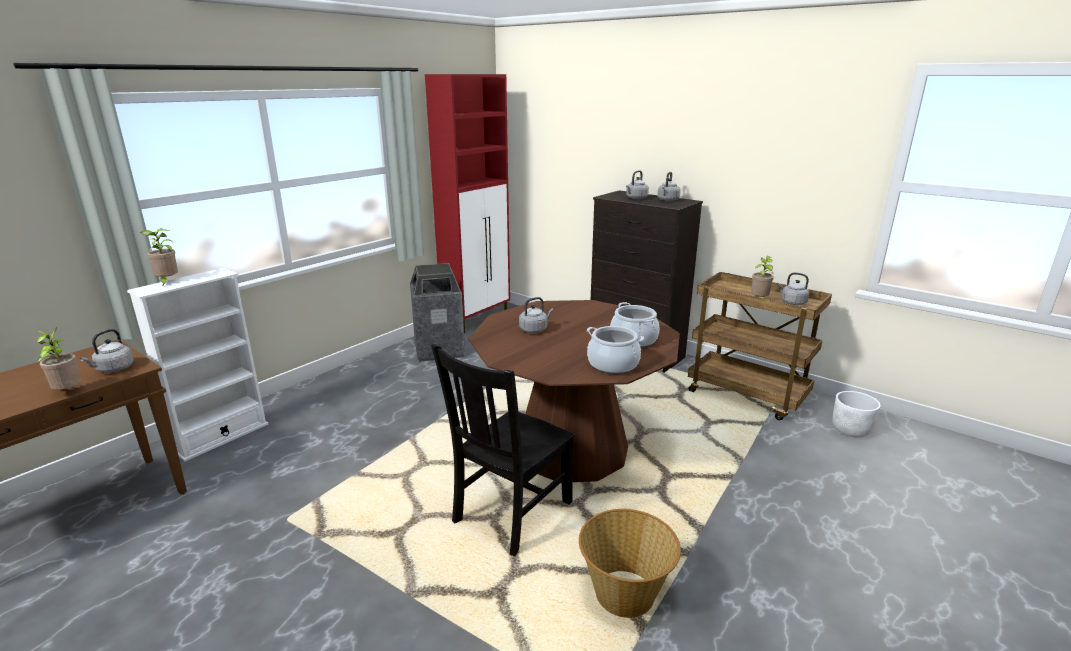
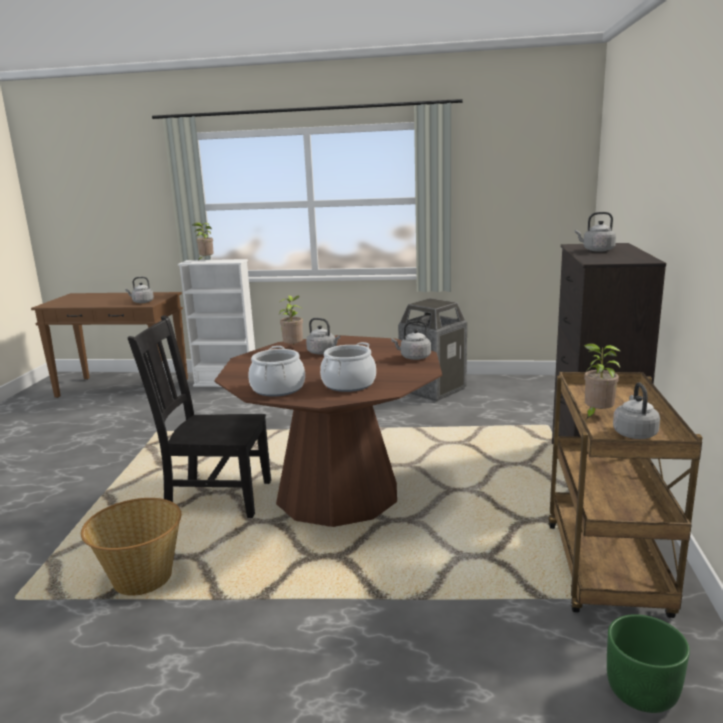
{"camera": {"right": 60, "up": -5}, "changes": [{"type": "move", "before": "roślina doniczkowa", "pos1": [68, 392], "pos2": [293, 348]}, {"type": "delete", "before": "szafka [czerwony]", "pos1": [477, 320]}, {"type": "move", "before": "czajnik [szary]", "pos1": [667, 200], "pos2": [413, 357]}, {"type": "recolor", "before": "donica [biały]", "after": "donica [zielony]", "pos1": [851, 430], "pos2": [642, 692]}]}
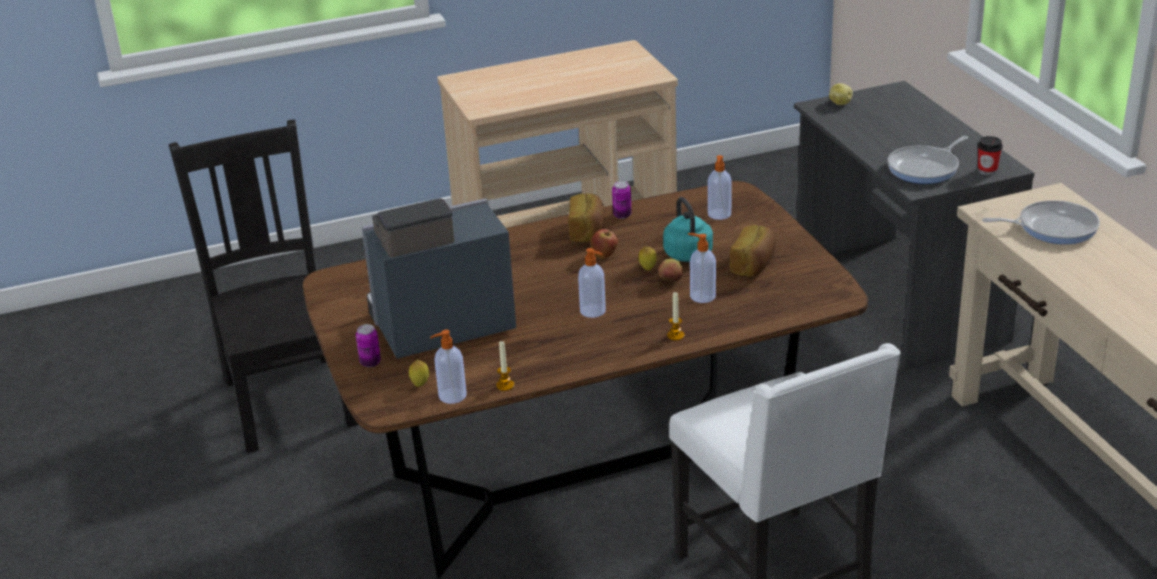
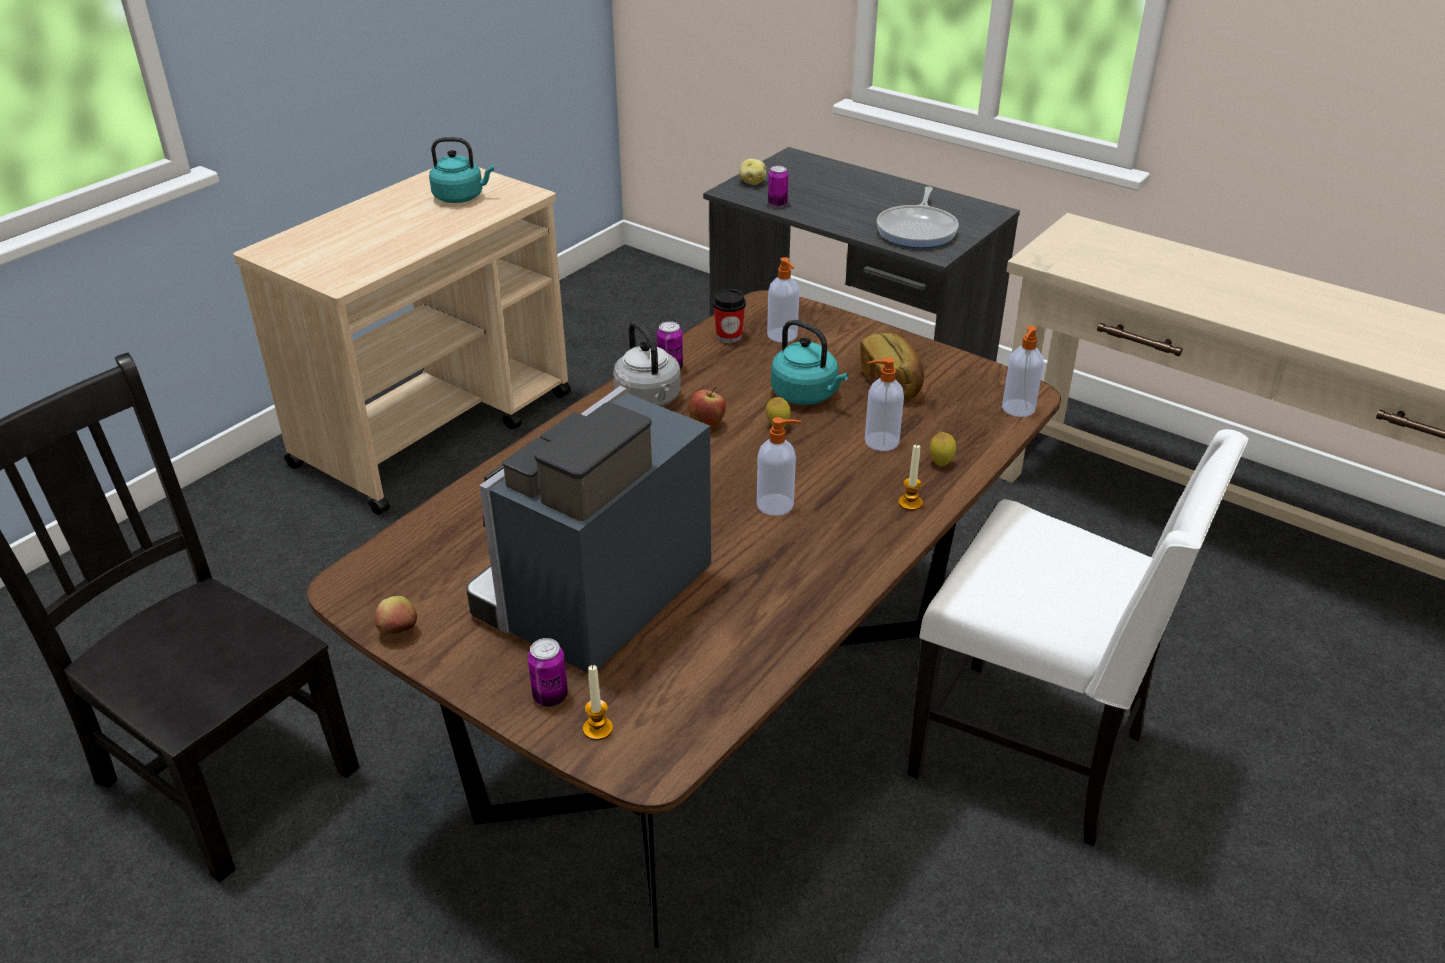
{"camera": {"right": -35, "up": 5}, "changes": [{"type": "move", "before": "cytryna", "pos1": [420, 384], "pos2": [940, 463]}, {"type": "move", "before": "dozownik mydła", "pos1": [451, 396], "pos2": [1018, 409]}, {"type": "move", "before": "świeca", "pos1": [505, 385], "pos2": [598, 729]}, {"type": "replace", "before": "chleb", "after": "czajnik [szary]", "pos1": [587, 231], "pos2": [650, 400]}, {"type": "move", "before": "jabłko", "pos1": [671, 281], "pos2": [398, 632]}, {"type": "move", "before": "filiżanka", "pos1": [987, 171], "pos2": [729, 336]}, {"type": "delete", "before": "patelnia", "pos1": [1052, 227]}, {"type": "insert", "after": "czajnik [turkusowy]", "pos2": [461, 197]}, {"type": "insert", "after": "puszka", "pos2": [777, 204]}]}
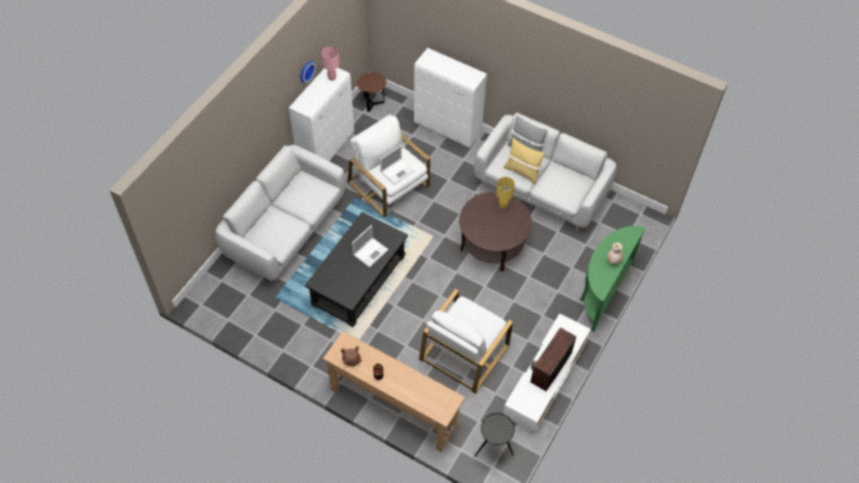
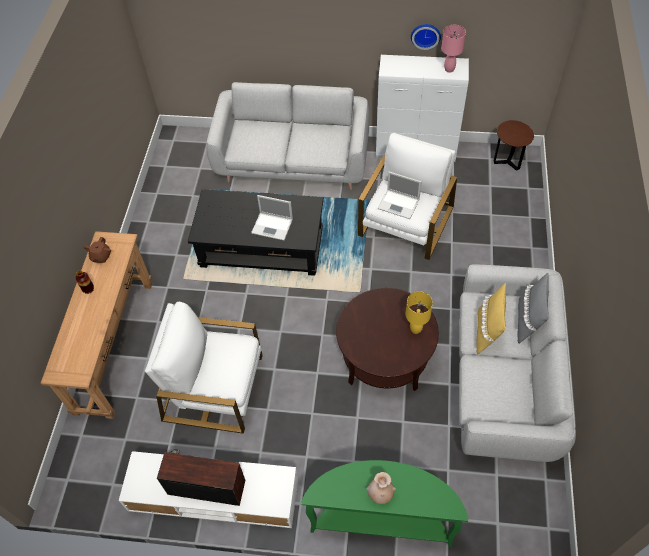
{"camera": {"right": 70, "up": 0}, "changes": [{"type": "delete", "before": "szafka [biały]", "pos1": [448, 129]}, {"type": "delete", "before": "stolik [czarny]", "pos1": [494, 448]}]}
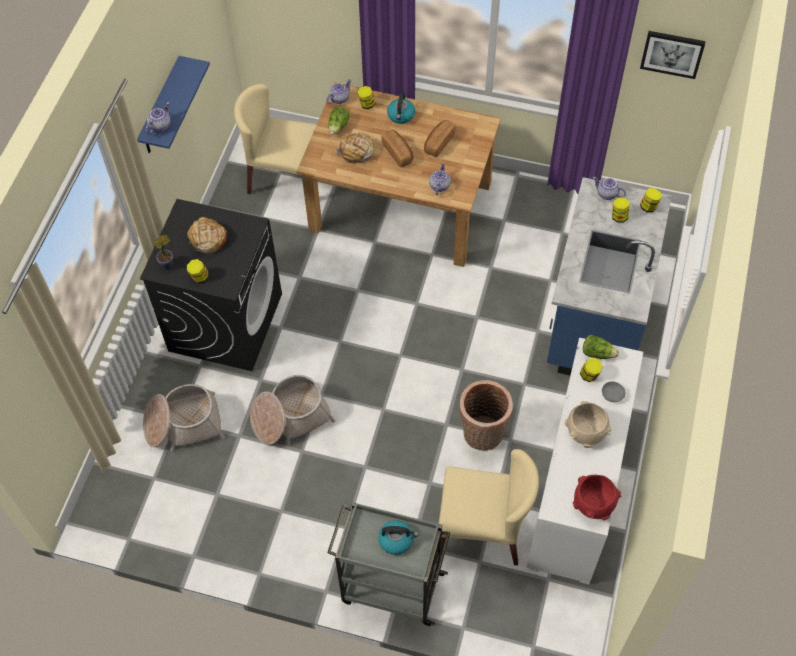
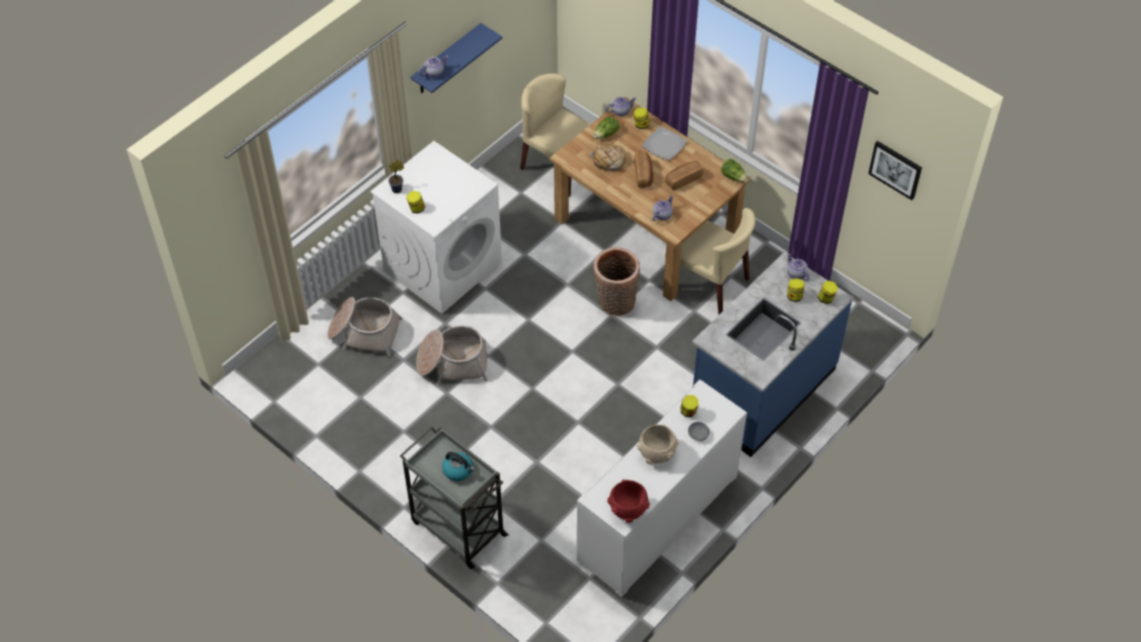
{"camera": {"right": 25, "up": -5}, "changes": [{"type": "recolor", "before": "pralka [czarny]", "after": "pralka [biały]", "pos1": [225, 321], "pos2": [443, 265]}, {"type": "delete", "before": "chleb", "pos1": [207, 239]}, {"type": "replace", "before": "czajnik", "after": "talerz", "pos1": [401, 116], "pos2": [665, 145]}, {"type": "move", "before": "krzesło [beżowy]", "pos1": [482, 529], "pos2": [708, 283]}, {"type": "move", "before": "koszyk", "pos1": [482, 435], "pos2": [615, 303]}, {"type": "move", "before": "sałata", "pos1": [597, 353], "pos2": [733, 177]}]}
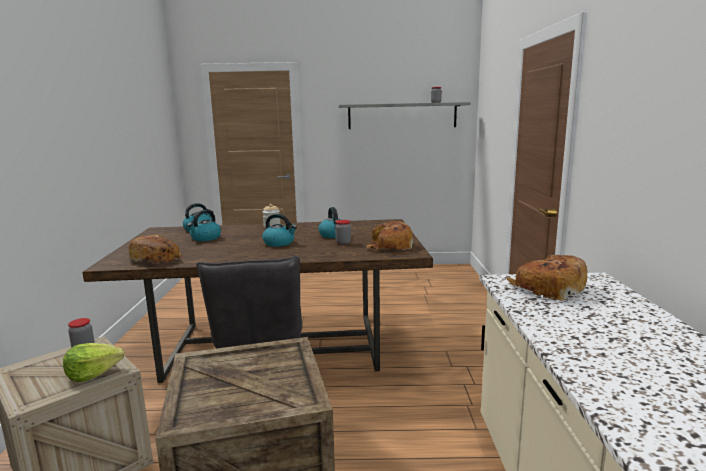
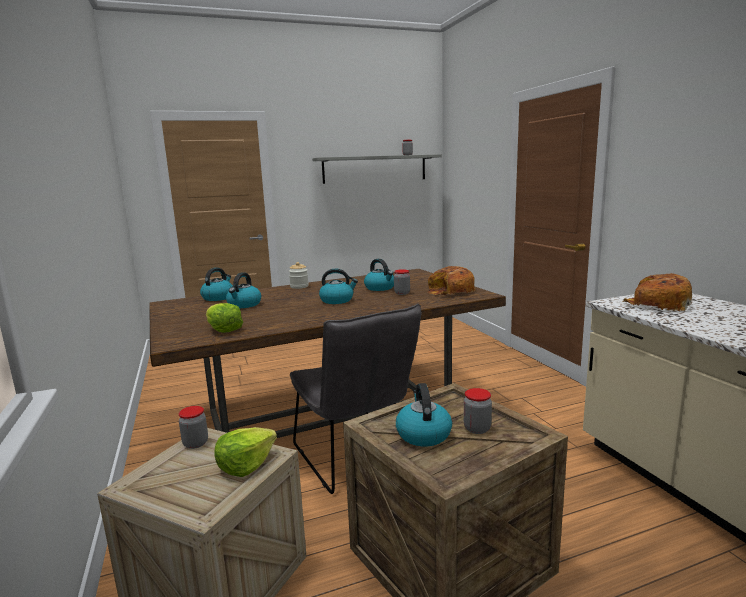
{"camera": {"right": -20, "up": 0}, "changes": [{"type": "replace", "before": "chleb", "after": "sałata", "pos1": [157, 258], "pos2": [223, 330]}, {"type": "insert", "after": "czajnik", "pos2": [423, 434]}, {"type": "insert", "after": "słoik", "pos2": [477, 429]}]}
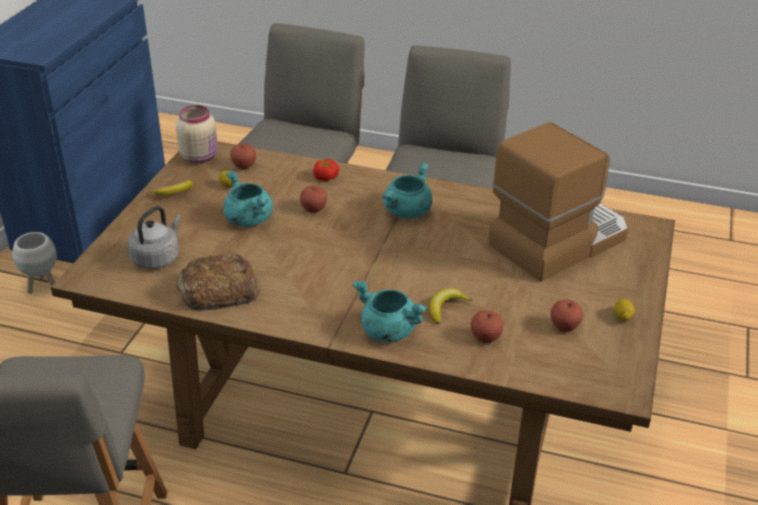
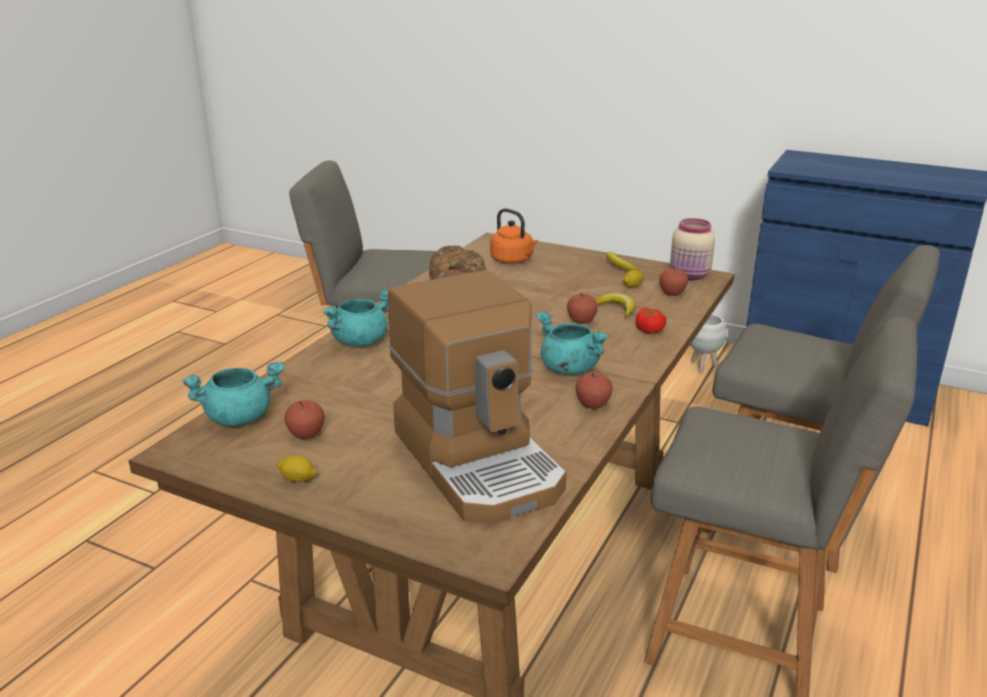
{"camera": {"right": 100, "up": -10}, "changes": [{"type": "recolor", "before": "czajnik [szary]", "after": "czajnik [pomarańczowy]", "pos1": [157, 258], "pos2": [513, 260]}, {"type": "move", "before": "garnek [turkusowy]", "pos1": [247, 219], "pos2": [239, 417]}, {"type": "move", "before": "banan", "pos1": [446, 308], "pos2": [617, 309]}, {"type": "move", "before": "jabłko", "pos1": [485, 338], "pos2": [593, 405]}]}
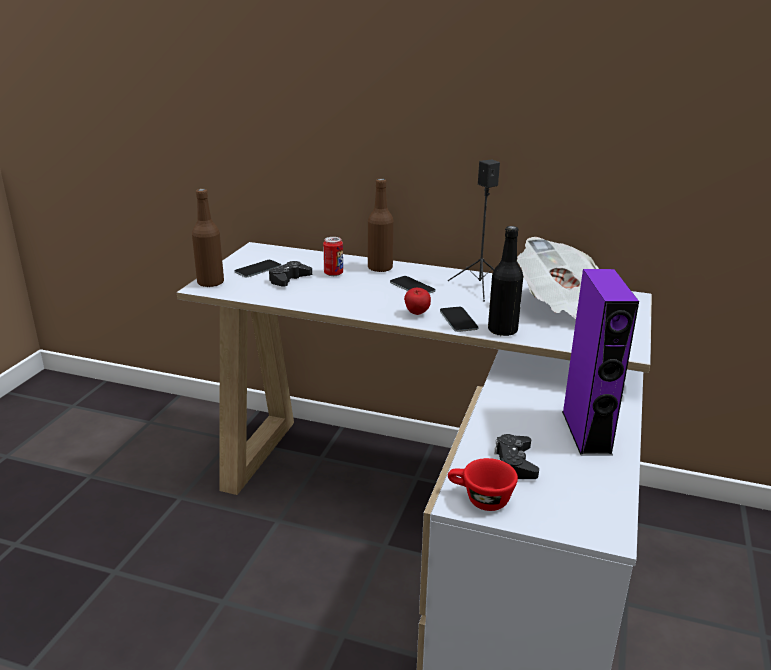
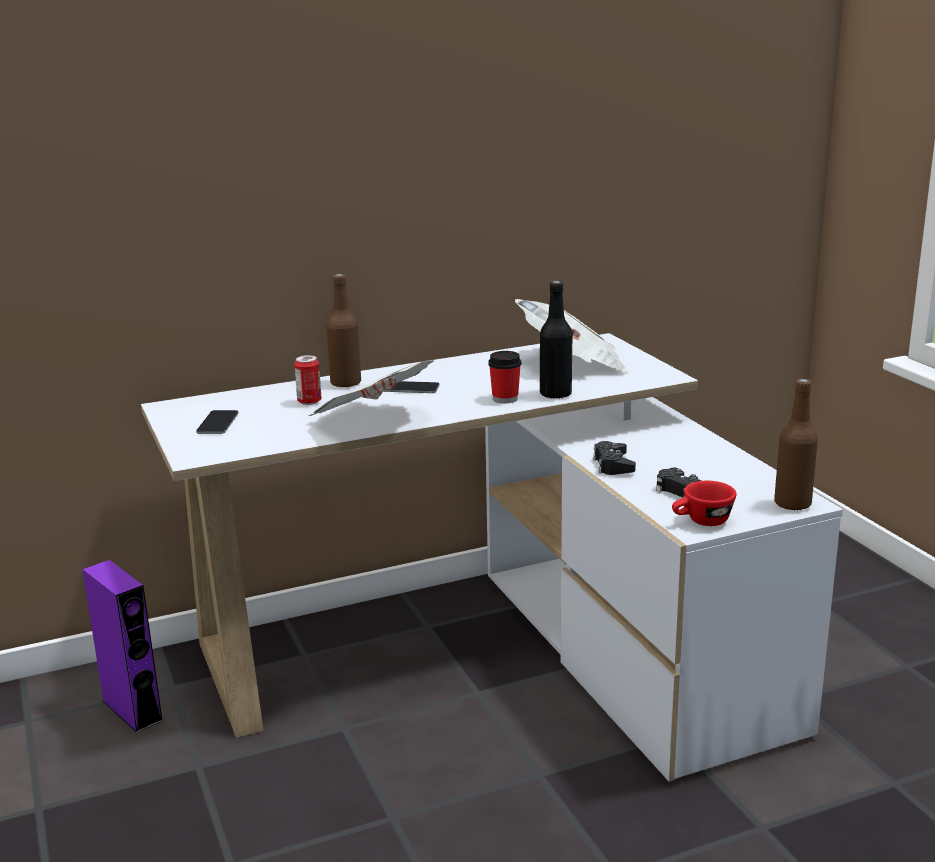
{"camera": {"right": -40, "up": -5}, "changes": [{"type": "move", "before": "butelka [brązowy]", "pos1": [210, 283], "pos2": [792, 504]}, {"type": "move", "before": "pad do gier [czarny]", "pos1": [289, 279], "pos2": [613, 465]}, {"type": "delete", "before": "jabłko", "pos1": [417, 314]}, {"type": "replace", "before": "telefon", "after": "filiżanka", "pos1": [458, 320], "pos2": [505, 399]}, {"type": "delete", "before": "głośnik [czarny]", "pos1": [479, 287]}, {"type": "move", "before": "głośnik [fioletowy]", "pos1": [586, 432], "pos2": [132, 710]}, {"type": "insert", "after": "gazeta", "pos2": [372, 421]}]}
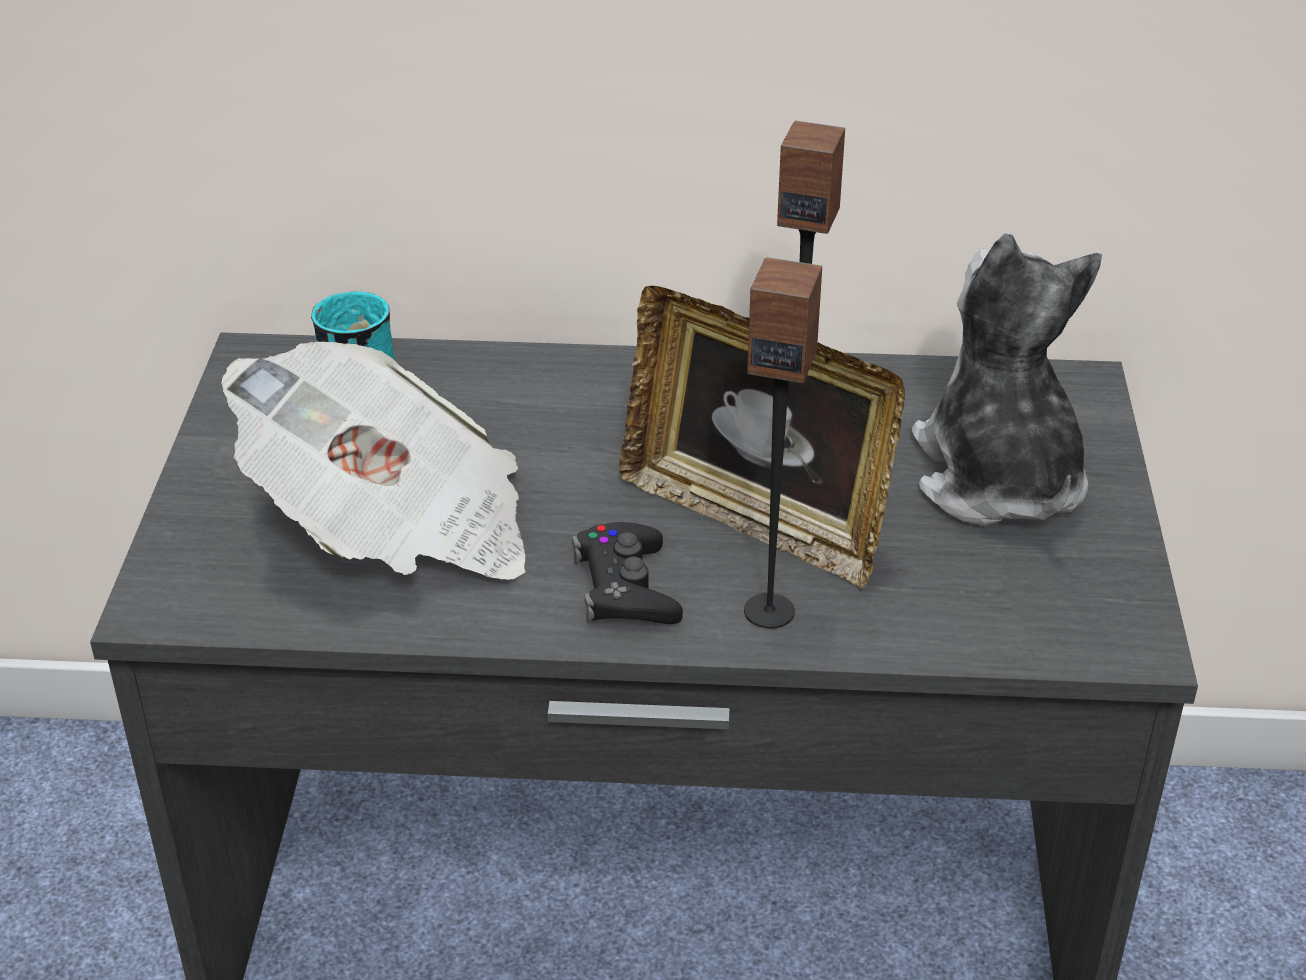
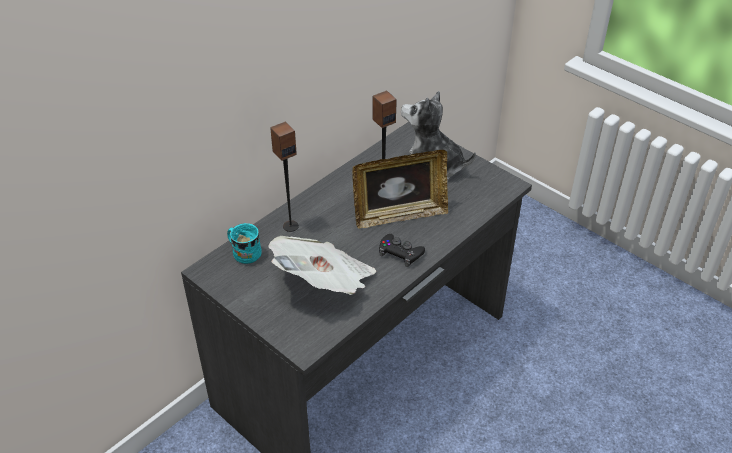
{"camera": {"right": -50, "up": 5}, "changes": [{"type": "move", "before": "głośnik", "pos1": [769, 610], "pos2": [290, 226]}]}
